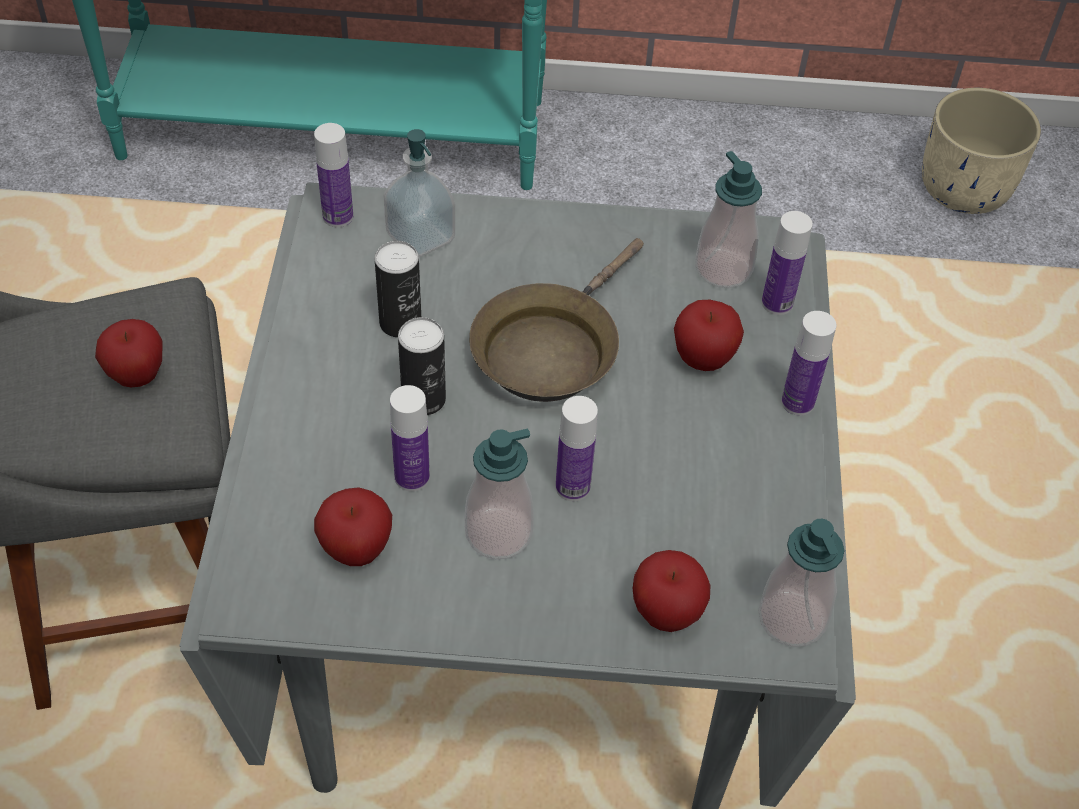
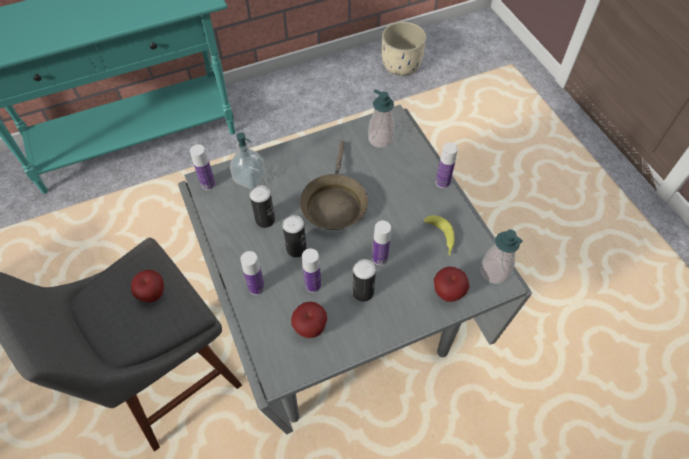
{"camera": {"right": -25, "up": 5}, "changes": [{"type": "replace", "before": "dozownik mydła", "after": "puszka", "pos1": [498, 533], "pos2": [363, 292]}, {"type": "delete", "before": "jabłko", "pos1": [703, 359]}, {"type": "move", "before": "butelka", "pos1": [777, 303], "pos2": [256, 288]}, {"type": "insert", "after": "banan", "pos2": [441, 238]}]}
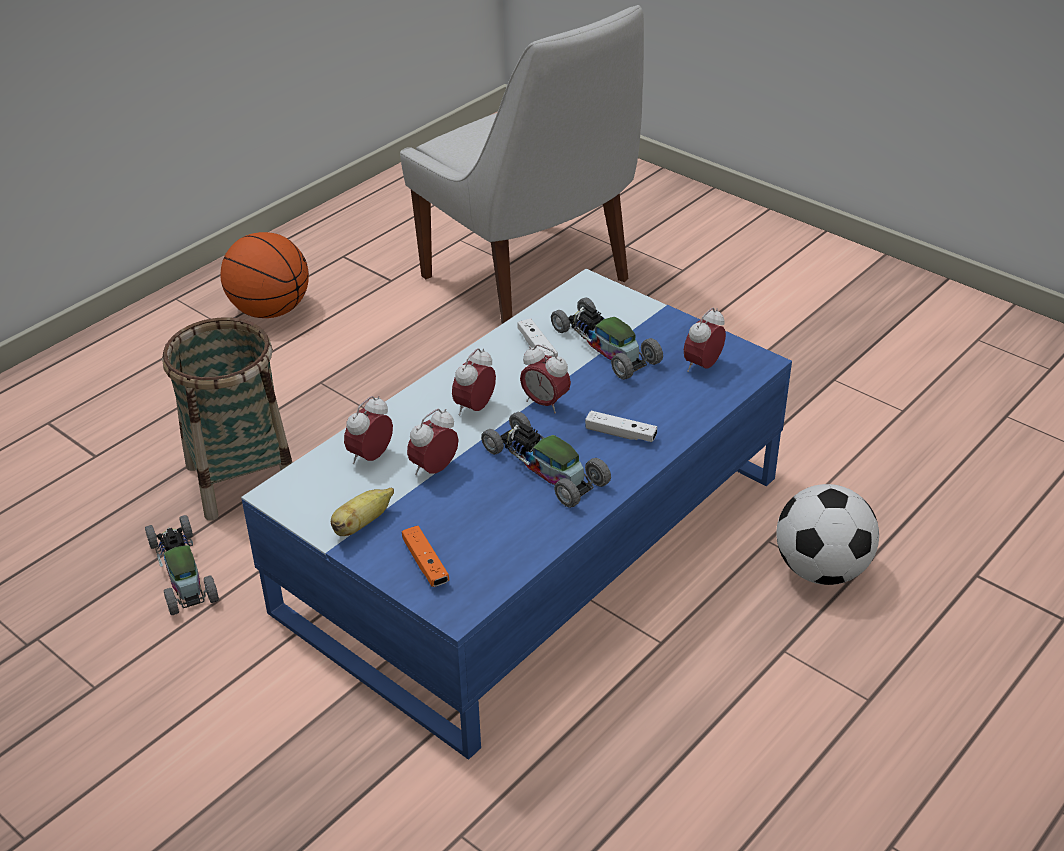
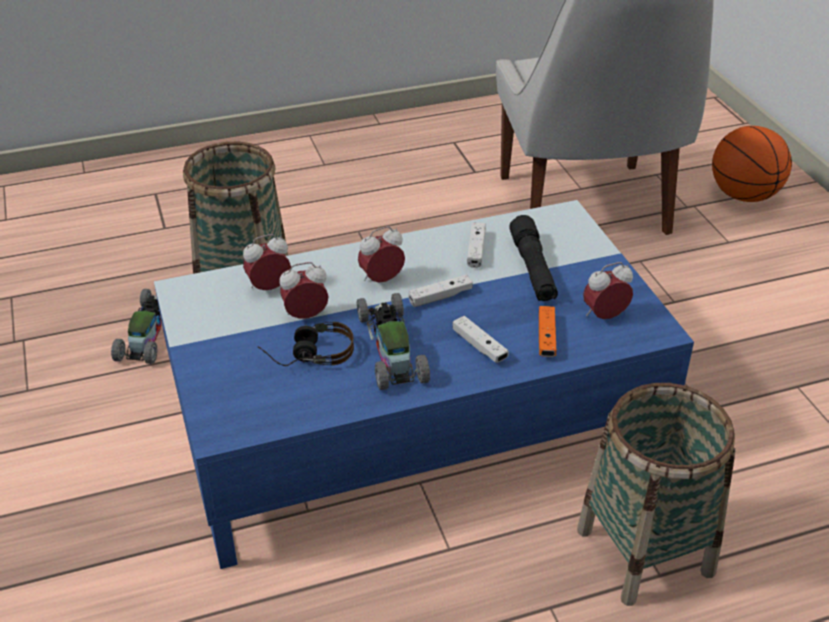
{"camera": {"right": 30, "up": 0}, "changes": [{"type": "move", "before": "piłka do koszykówki", "pos1": [269, 310], "pos2": [743, 195]}, {"type": "delete", "before": "banan", "pos1": [362, 524]}, {"type": "move", "before": "pad do gier [pomarańczowy]", "pos1": [425, 563], "pos2": [546, 338]}, {"type": "replace", "before": "budzik", "after": "pad do gier [biały]", "pos1": [545, 403], "pos2": [440, 297]}, {"type": "replace", "before": "samochodzik", "after": "latarka [czarny]", "pos1": [604, 347], "pos2": [533, 269]}, {"type": "replace", "before": "piłka futbolowa", "after": "koszyk", "pos1": [821, 569], "pos2": [645, 551]}, {"type": "insert", "after": "słuchawki", "pos2": [307, 355]}]}
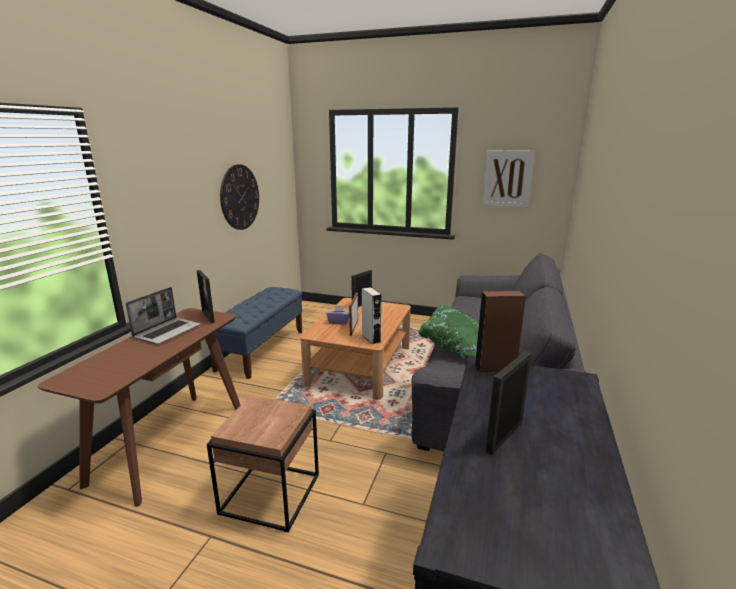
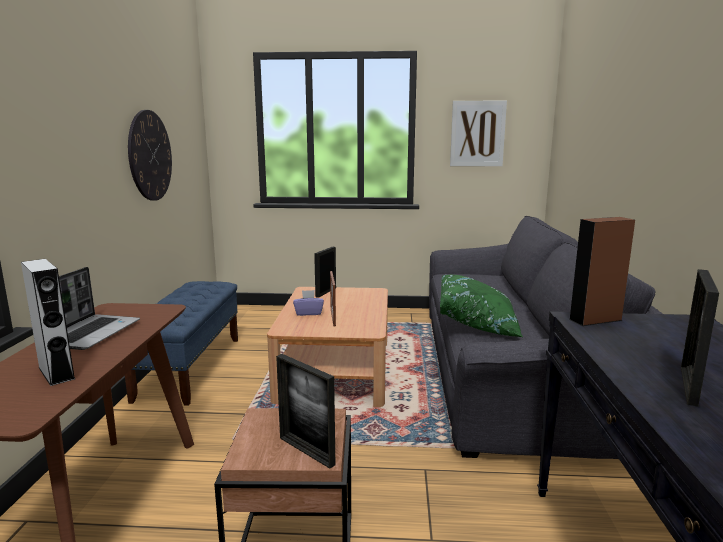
{"camera": {"right": -15, "up": -5}, "changes": [{"type": "move", "before": "ramka na zdjęcie", "pos1": [208, 317], "pos2": [306, 451]}, {"type": "move", "before": "głośnik [szary]", "pos1": [371, 338], "pos2": [56, 373]}]}
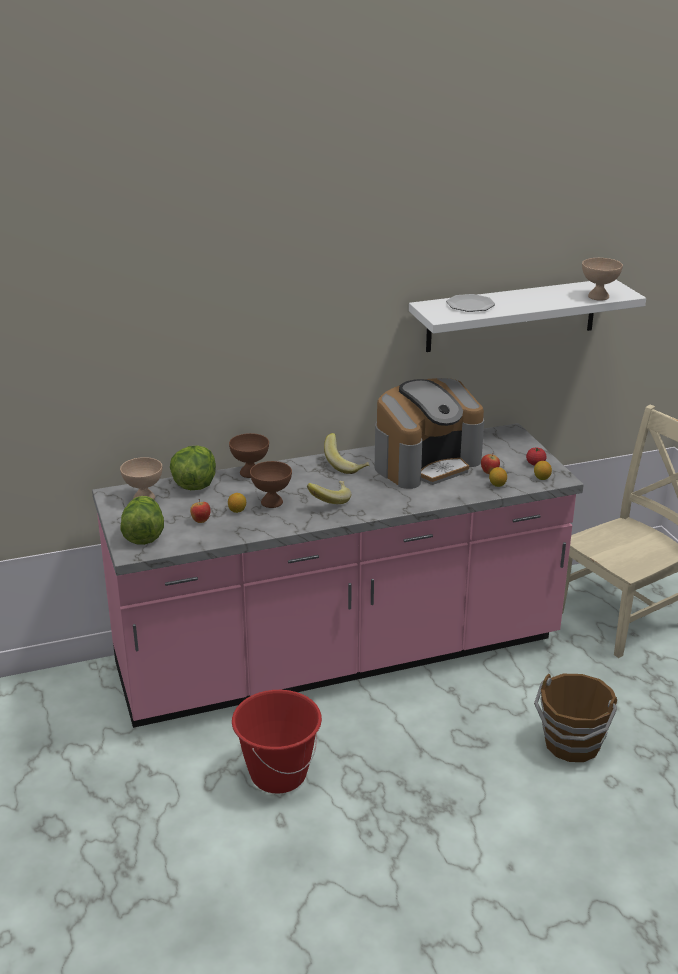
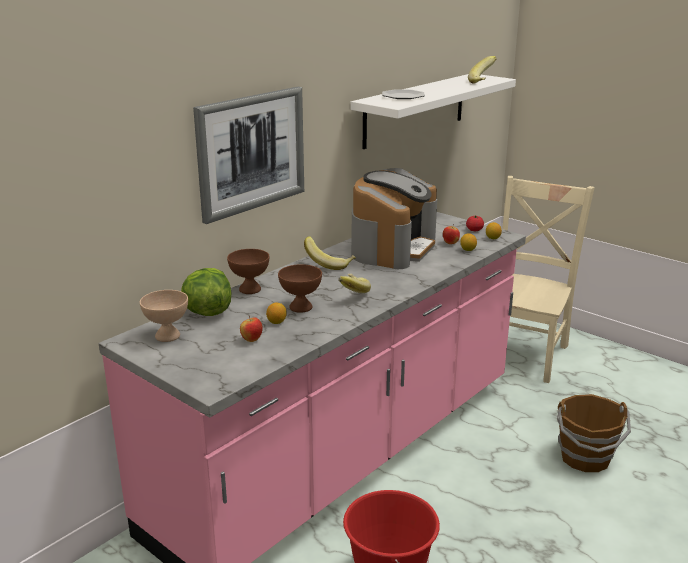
{"camera": {"right": -30, "up": -5}, "changes": [{"type": "delete", "before": "sałata", "pos1": [143, 535]}, {"type": "replace", "before": "miska [beżowy]", "after": "banan", "pos1": [598, 297], "pos2": [484, 82]}, {"type": "insert", "after": "obraz", "pos2": [251, 152]}]}
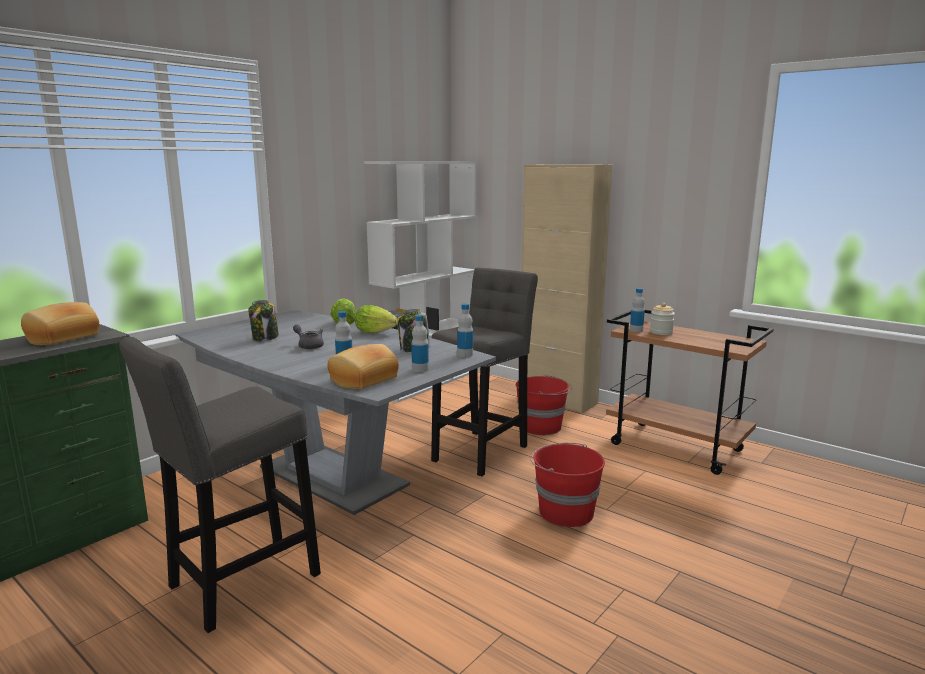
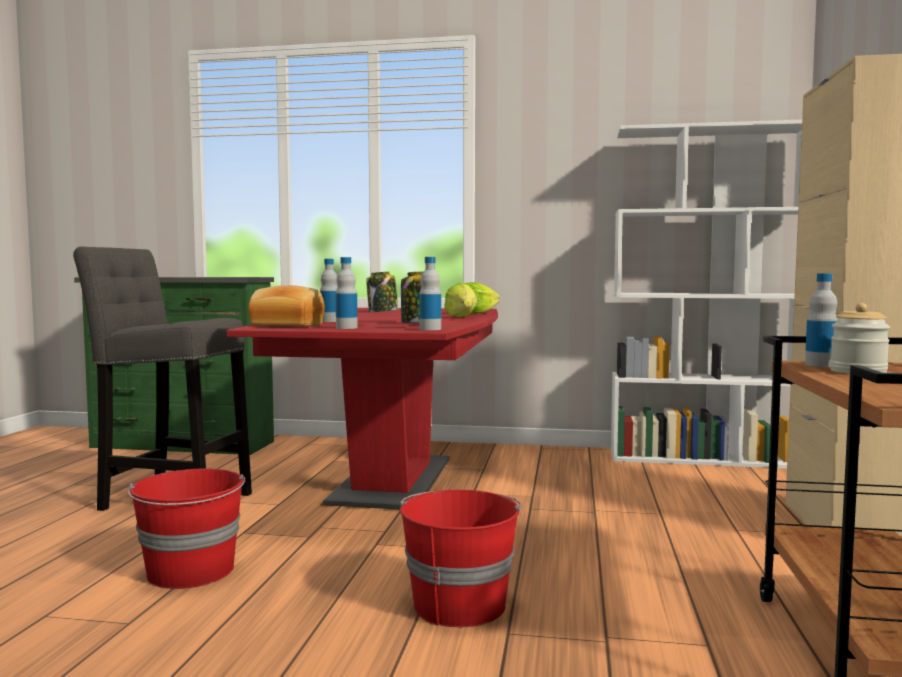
{"camera": {"right": 60, "up": -10}, "changes": [{"type": "delete", "before": "chleb", "pos1": [63, 338]}, {"type": "recolor", "before": "stół jadalny [szary]", "after": "stół jadalny [czerwony]", "pos1": [332, 476], "pos2": [393, 481]}, {"type": "delete", "before": "imbryk [szary]", "pos1": [309, 346]}, {"type": "delete", "before": "stołek [szary]", "pos1": [483, 451]}, {"type": "move", "before": "wiadro [czerwony]", "pos1": [541, 426], "pos2": [191, 571]}]}
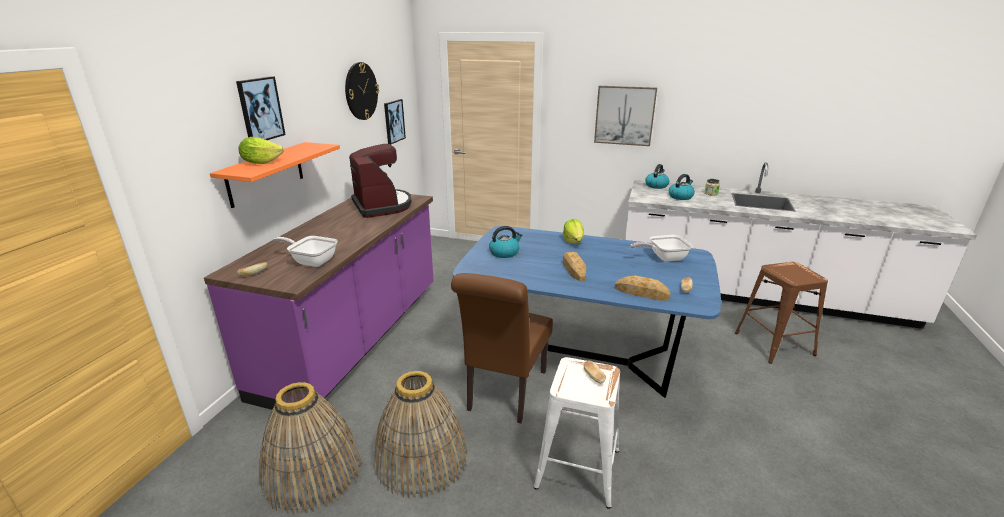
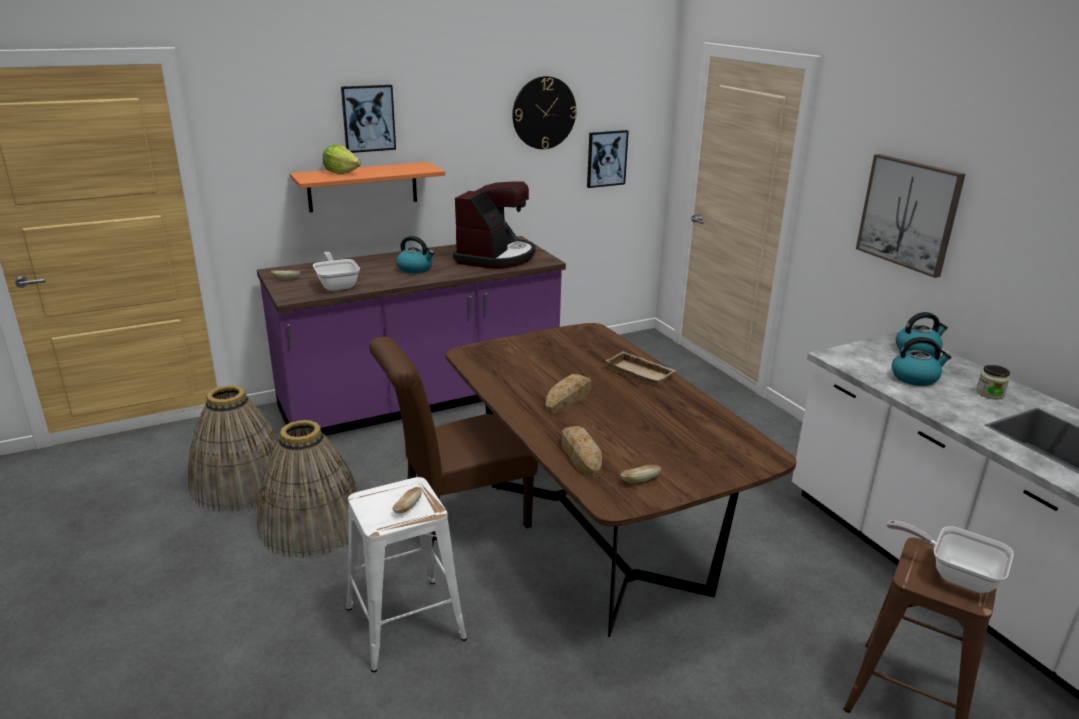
{"camera": {"right": 45, "up": 0}, "changes": [{"type": "recolor", "before": "stół jadalny [niebieski]", "after": "stół jadalny [brązowy]", "pos1": [580, 356], "pos2": [593, 536]}, {"type": "move", "before": "czajnik", "pos1": [504, 253], "pos2": [415, 269]}, {"type": "replace", "before": "sałata", "after": "taca [beżowy]", "pos1": [573, 241], "pos2": [641, 372]}, {"type": "move", "before": "patelnia", "pos1": [663, 258], "pos2": [955, 574]}]}
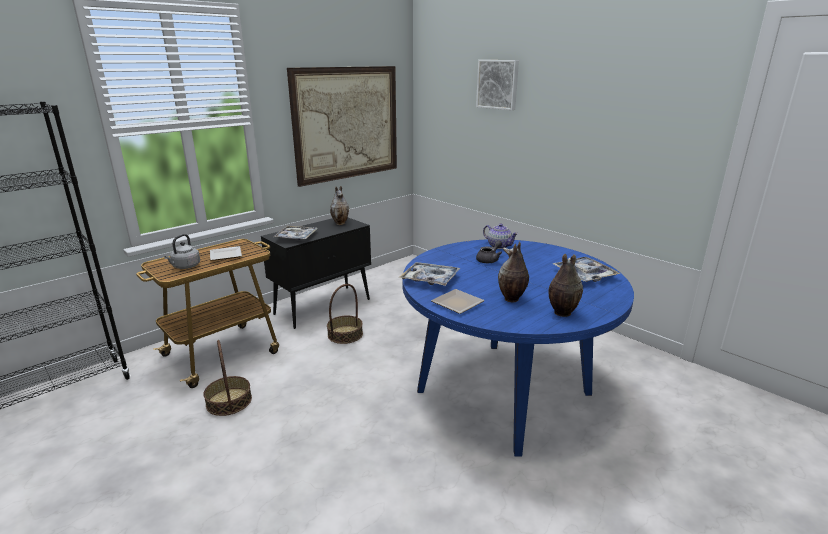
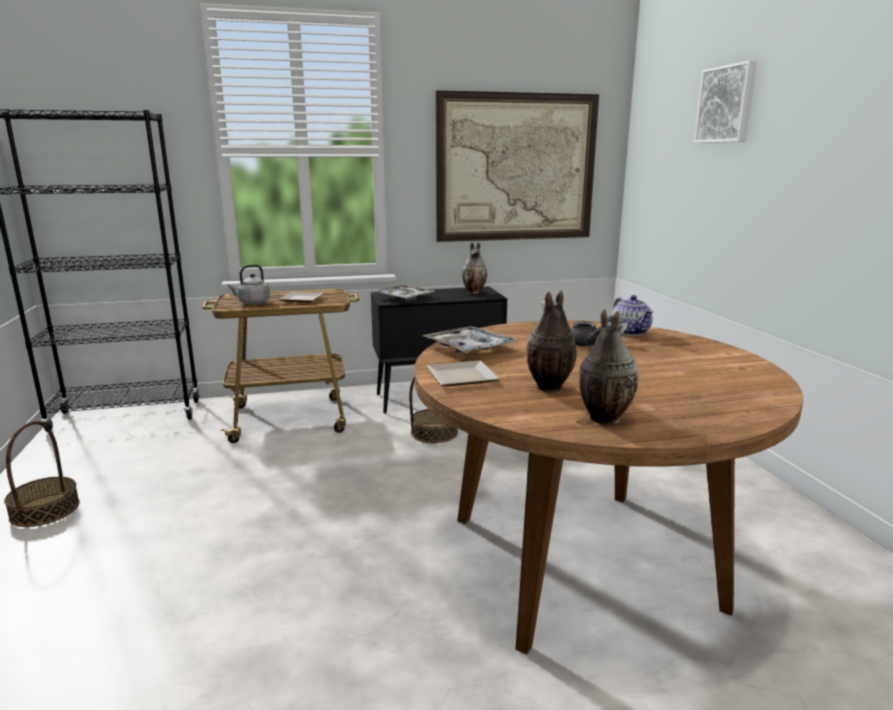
{"camera": {"right": 30, "up": -5}, "changes": [{"type": "move", "before": "koszyk", "pos1": [229, 401], "pos2": [45, 510]}, {"type": "recolor", "before": "stół jadalny [niebieski]", "after": "stół jadalny [brązowy]", "pos1": [503, 392], "pos2": [580, 560]}, {"type": "delete", "before": "taca", "pos1": [584, 274]}]}
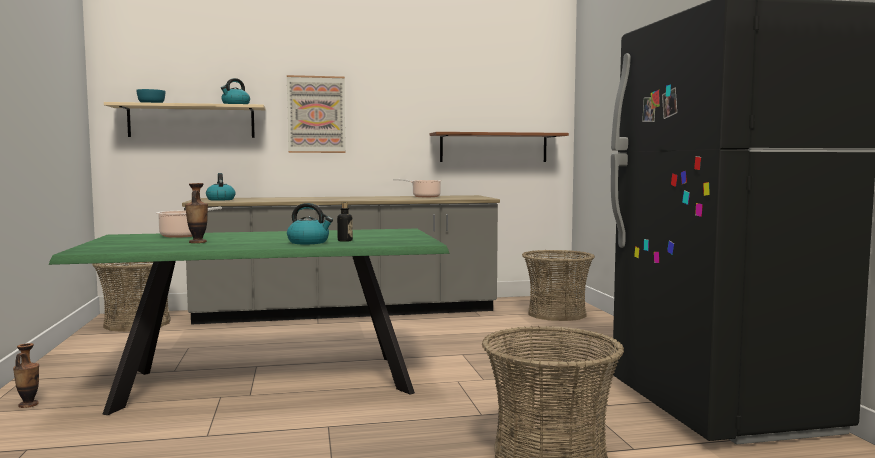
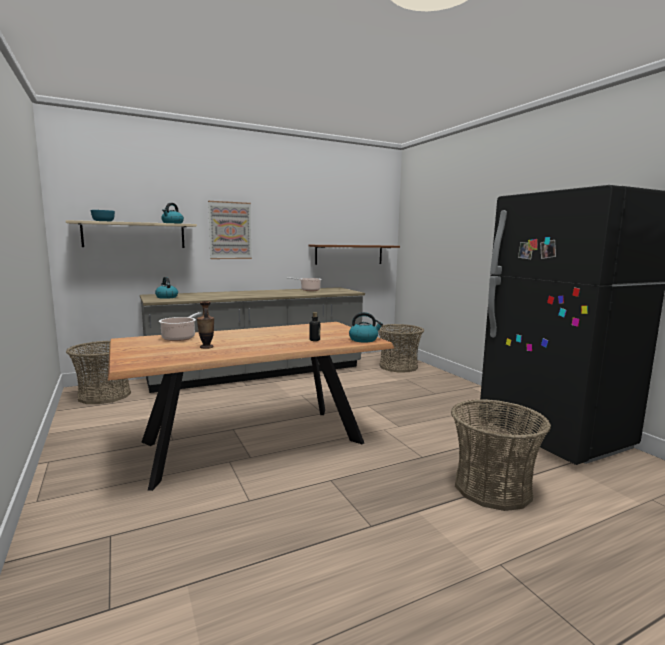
{"camera": {"right": -15, "up": 5}, "changes": [{"type": "delete", "before": "wazon", "pos1": [28, 405]}, {"type": "recolor", "before": "stół jadalny [zielony]", "after": "stół jadalny [brązowy]", "pos1": [268, 381], "pos2": [253, 442]}, {"type": "move", "before": "czajnik", "pos1": [309, 242], "pos2": [364, 339]}]}
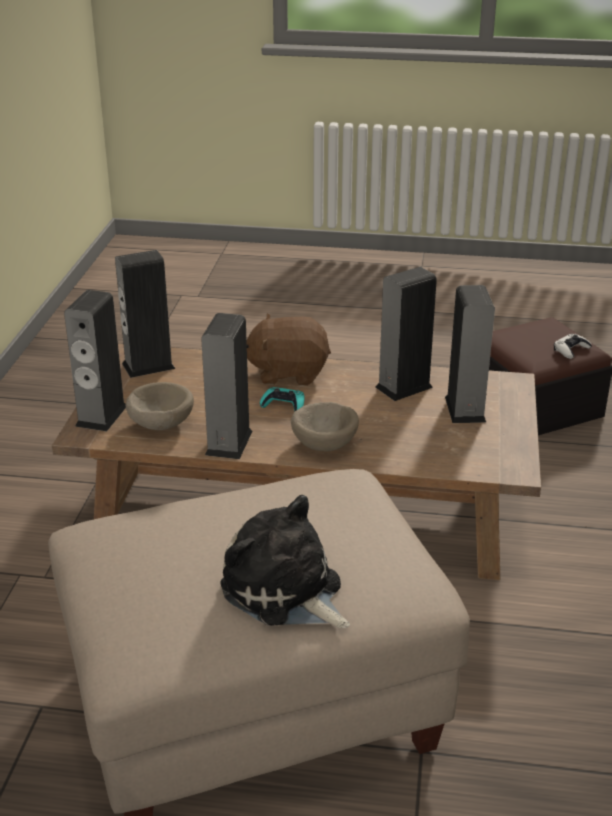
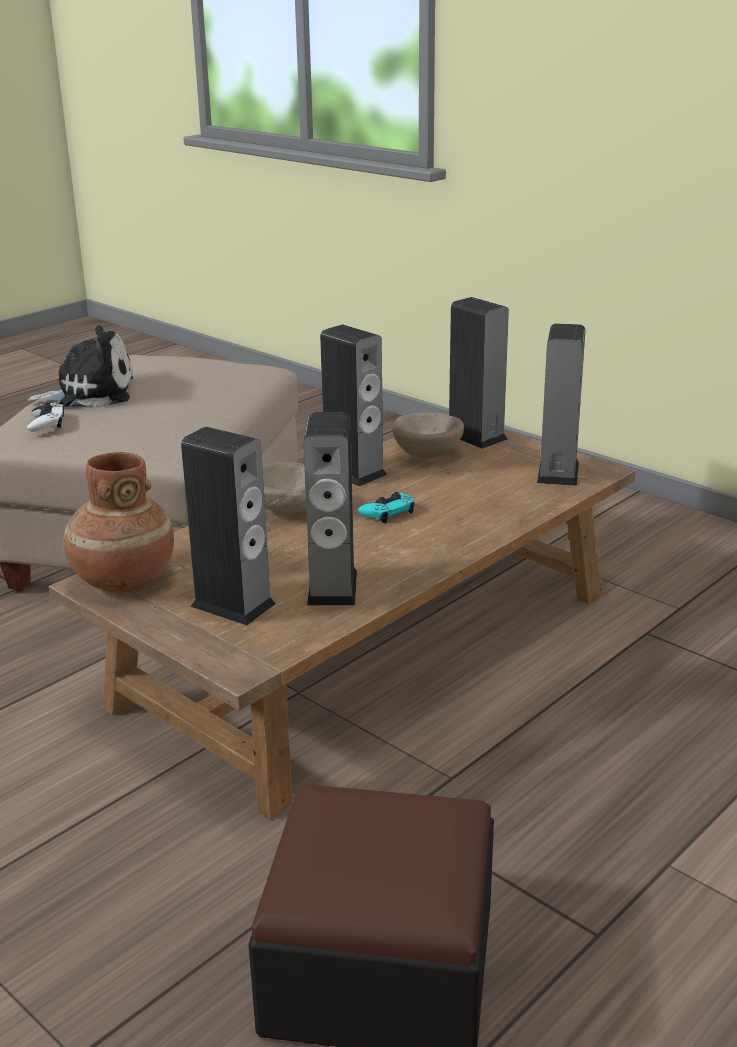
{"camera": {"right": 125, "up": -5}, "changes": [{"type": "delete", "before": "pluszak [brązowy]", "pos1": [288, 373]}, {"type": "move", "before": "pad do gier [biały]", "pos1": [571, 350], "pos2": [46, 423]}, {"type": "insert", "after": "wazon [brązowy]", "pos2": [123, 581]}]}
